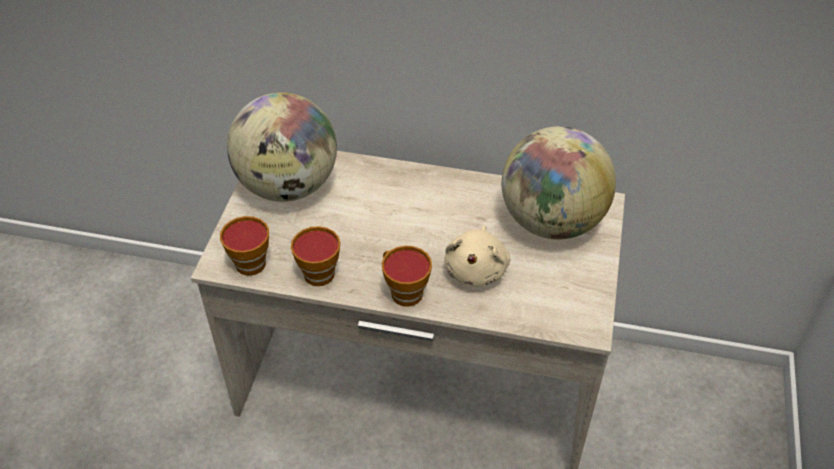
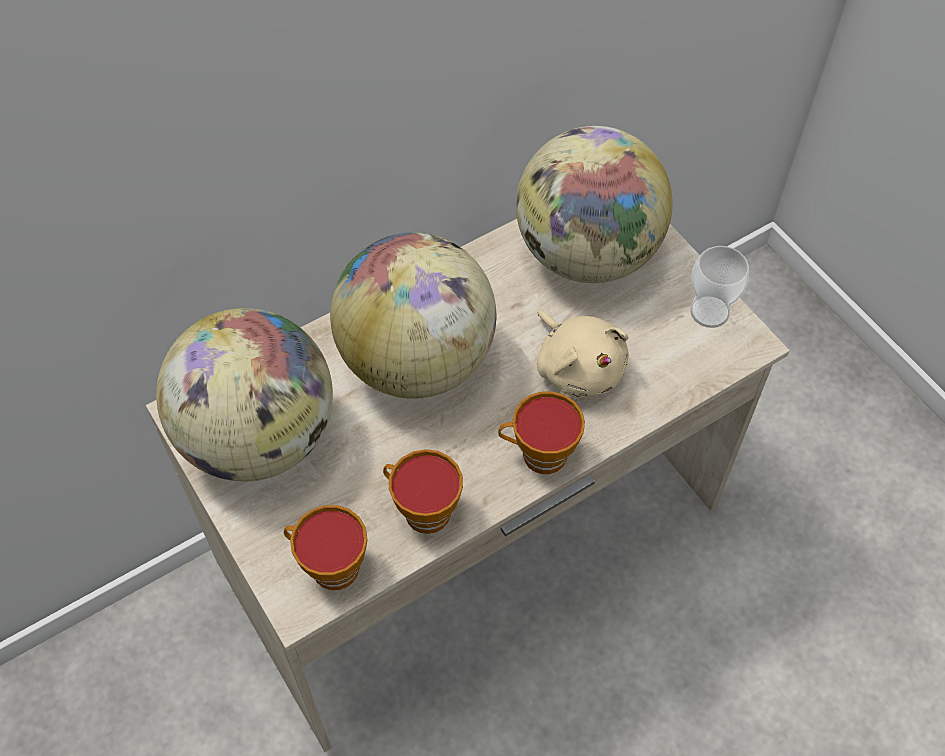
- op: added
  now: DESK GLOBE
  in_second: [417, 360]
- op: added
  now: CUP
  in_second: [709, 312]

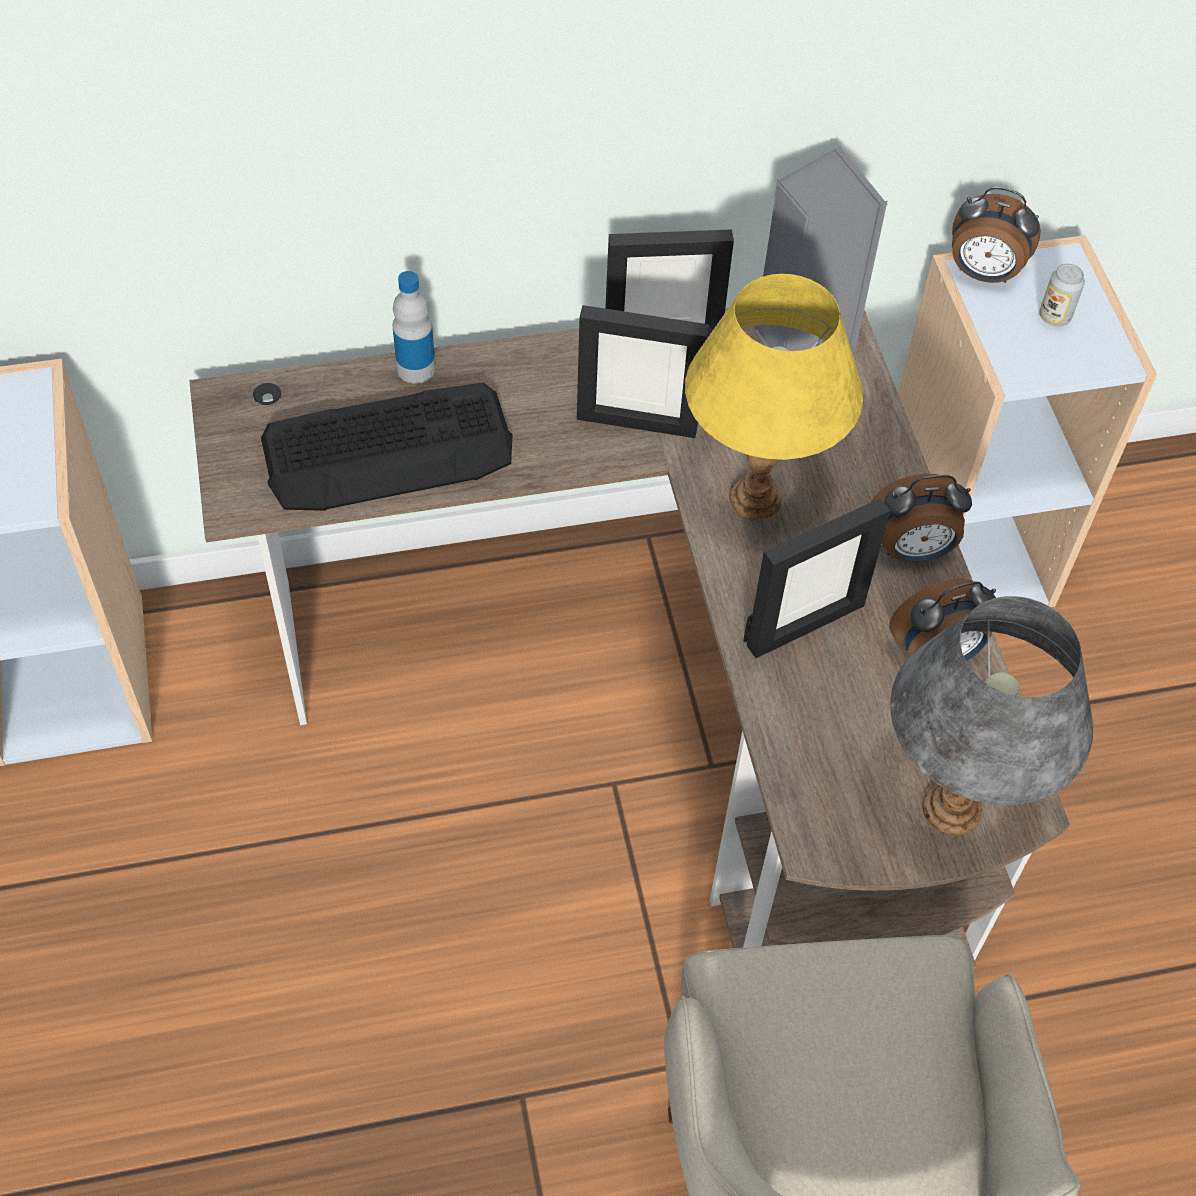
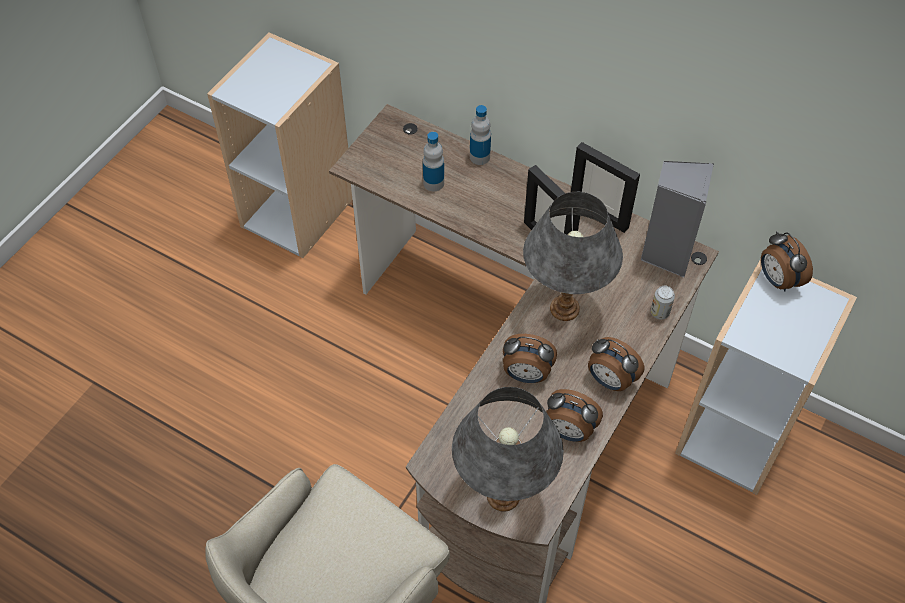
- op: replaced
  was: COMPUTER KEYBOARD
  now: BEVERAGE BOTTLE
  in_first: [389, 449]
  in_second: [433, 183]
- op: replaced
  was: PHOTO FRAME
  now: TABLE CLOCK
  in_first: [804, 623]
  in_second: [526, 375]
- op: recoloured
  was: YELLOW-COLOURED TABLE LAMP
  now: GREYISH TABLE LAMP
  in_first: [754, 498]
  in_second: [564, 308]
- op: moved
  was: CAN
  in_first: [1054, 317]
  in_second: [659, 312]

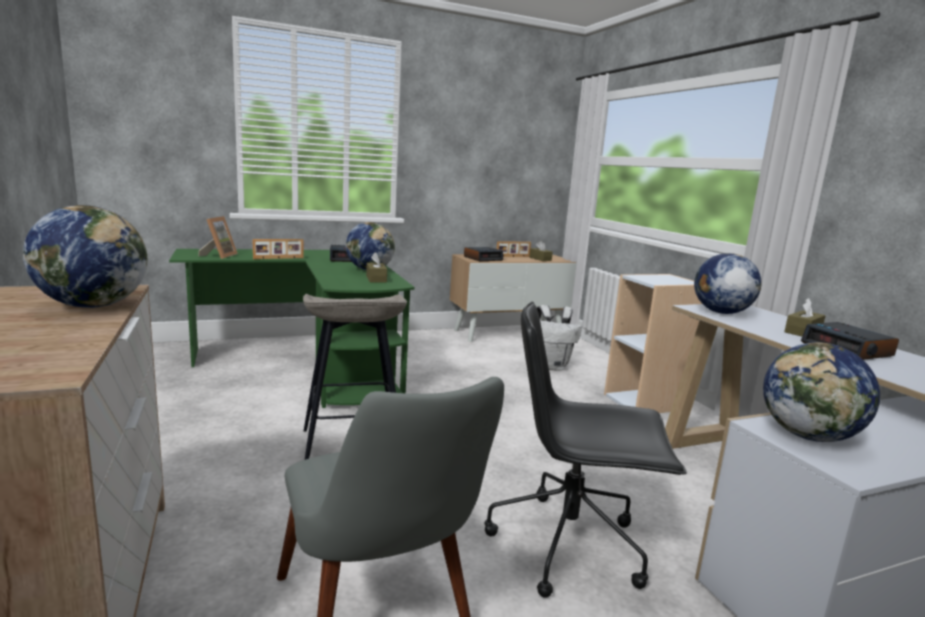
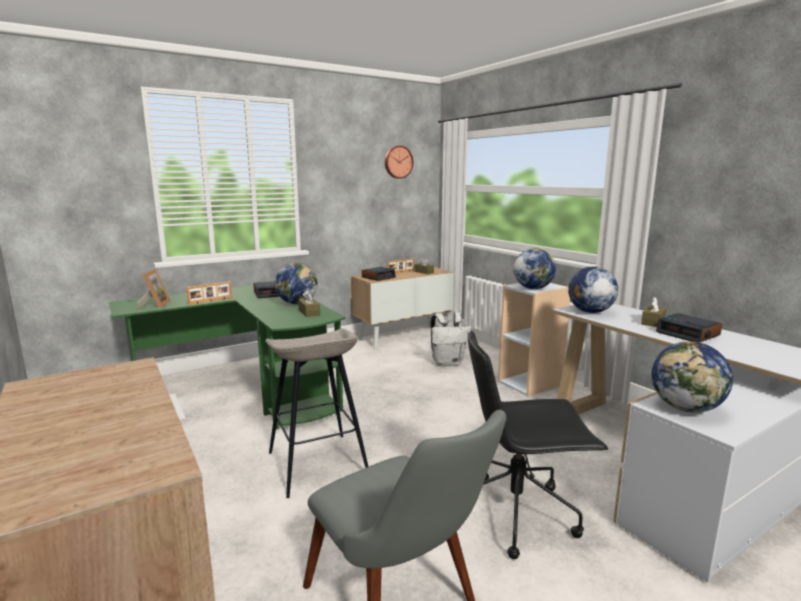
- op: added
  now: CLOCK ON THE WALL
  in_second: [398, 162]
- op: moved
  was: DESK GLOBE
  in_first: [94, 305]
  in_second: [533, 288]

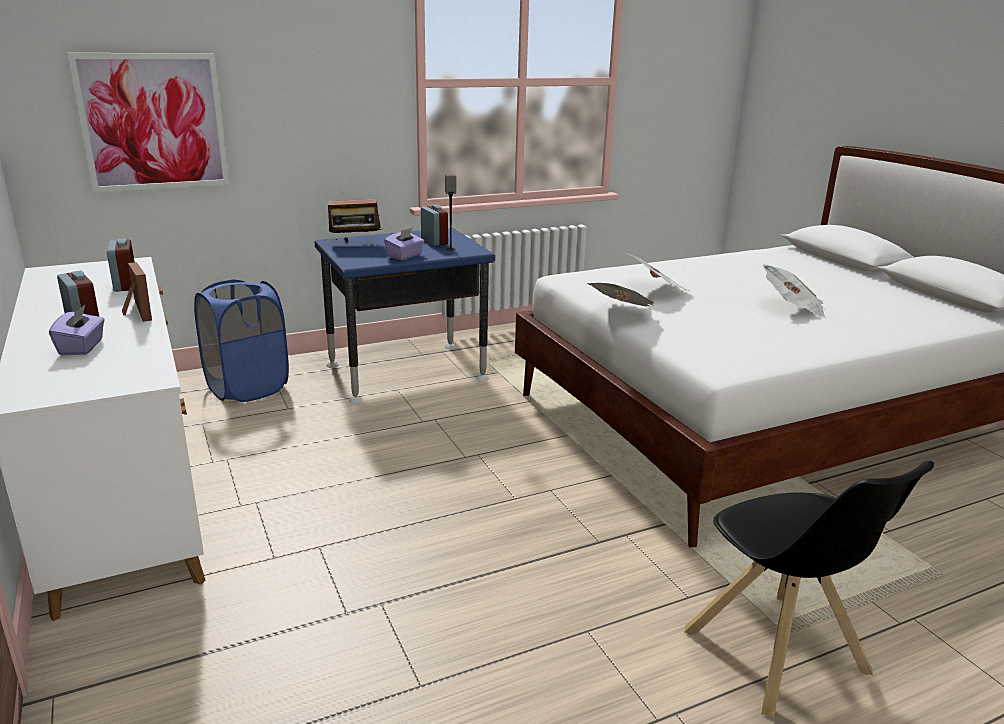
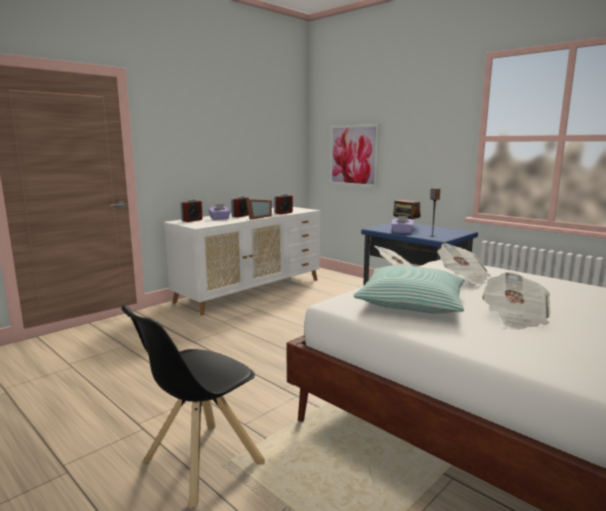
- op: moved
  was: TABLE CLOCK
  in_first: [434, 241]
  in_second: [192, 220]
- op: added
  now: CUSHION
  in_second: [411, 302]
- op: removed
  was: BLUISH LAUNDRY BASKET
  in_first: [247, 388]

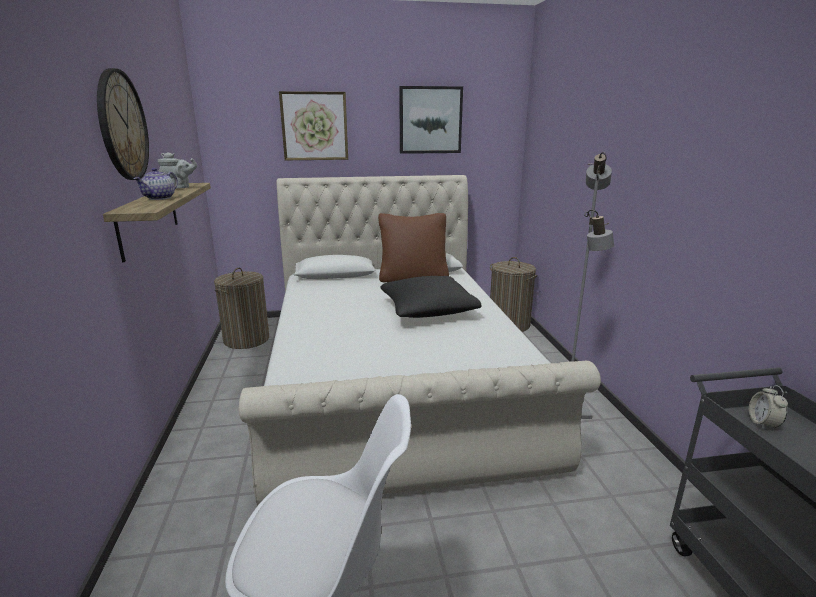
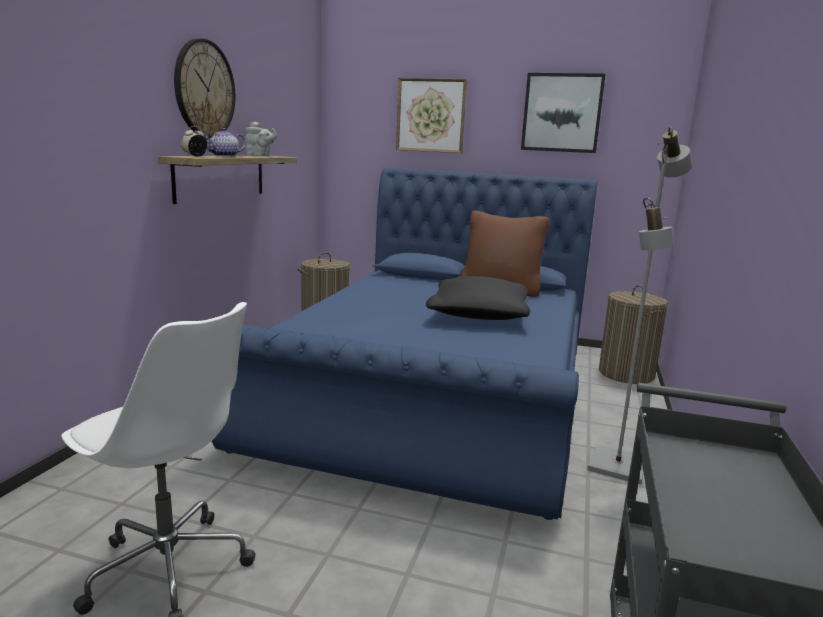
- op: moved
  was: TABLE CLOCK
  in_first: [763, 424]
  in_second: [195, 156]
- op: recoloured
  was: BEIGE-COLOURED SLEEPING BED
  now: BLUISH SLEEPING BED
  in_first: [393, 377]
  in_second: [437, 390]

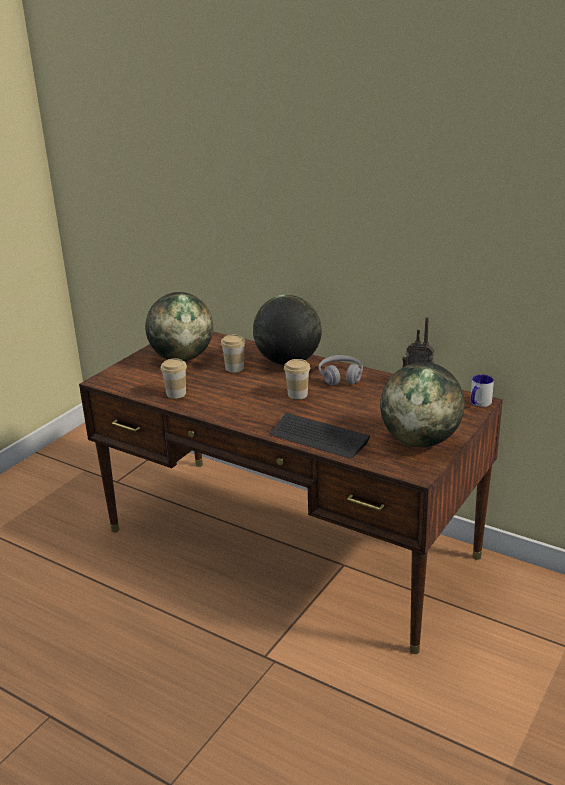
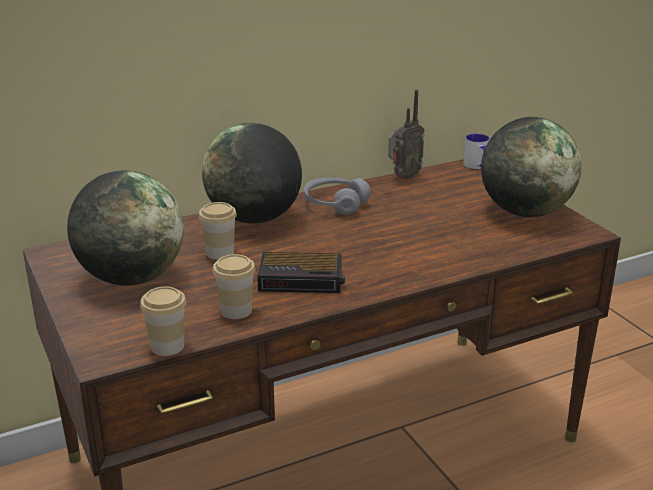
- op: moved
  was: CUP
  in_first: [297, 394]
  in_second: [167, 346]
- op: added
  now: TABLE CLOCK
  in_second: [302, 279]
- op: removed
  was: COMPUTER KEYBOARD
  in_first: [319, 437]

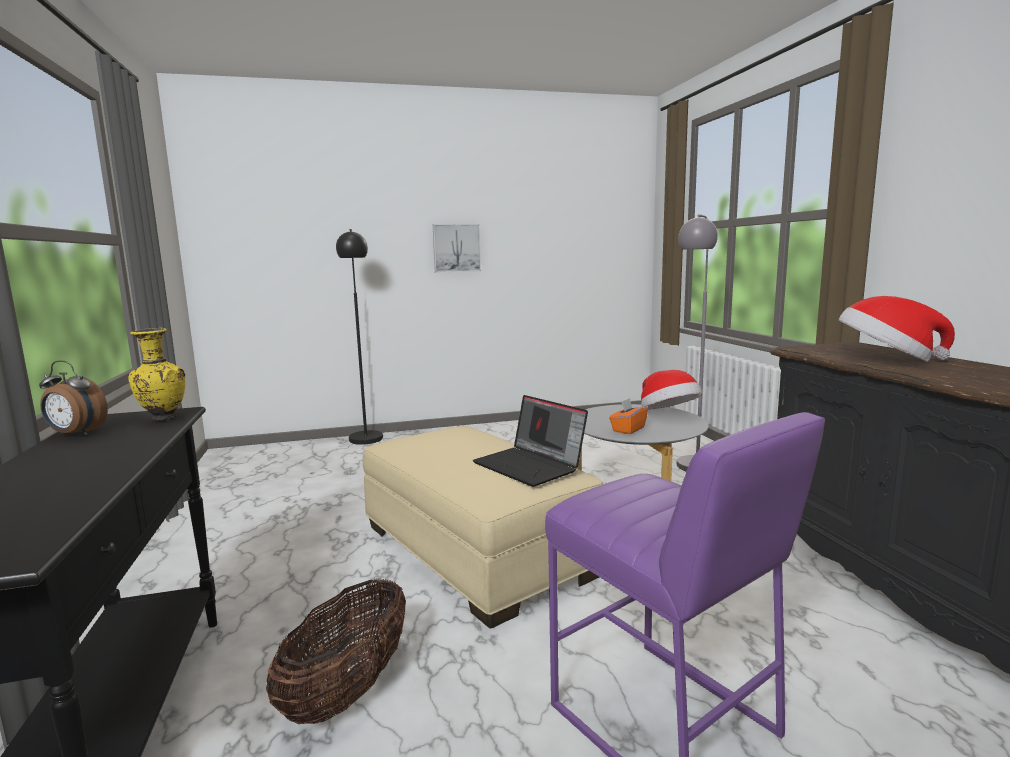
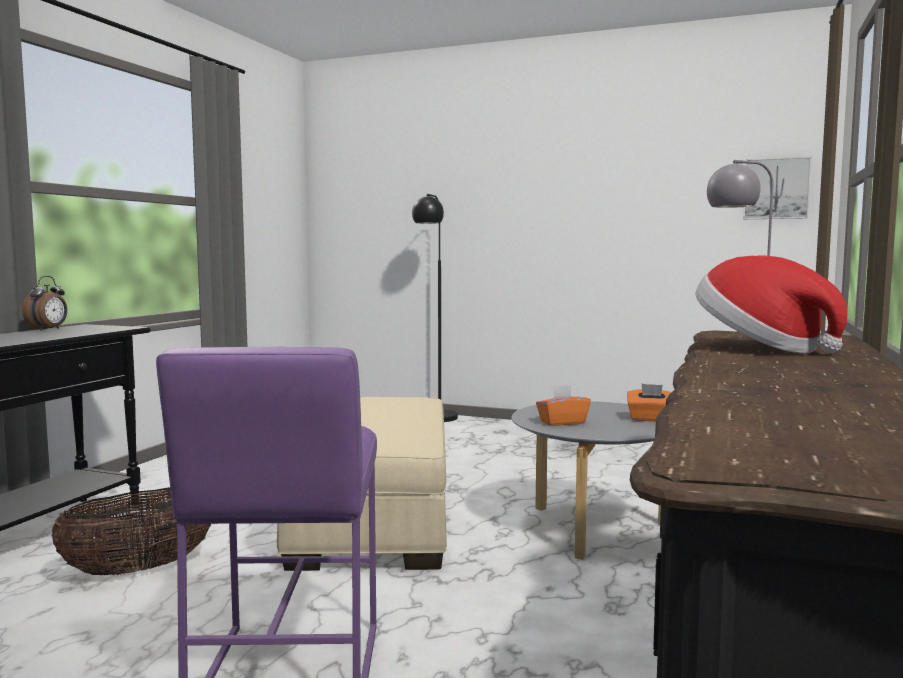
- op: turned
  was: TABLE CLOCK
  in_first: [76, 434]
  in_second: [48, 329]
  clockwise: -120
- op: replaced
  was: WEARABLE HAT
  now: ORANGE TISSUE HOLDER
  in_first: [668, 414]
  in_second: [650, 419]
- op: moved
  was: PICTURE
  in_first: [456, 248]
  in_second: [776, 188]
- op: removed
  was: YELLOW-COLOURED FLOWER VASE
  in_first: [162, 419]
- op: removed
  was: PORTABLE COMPUTER
  in_first: [531, 466]

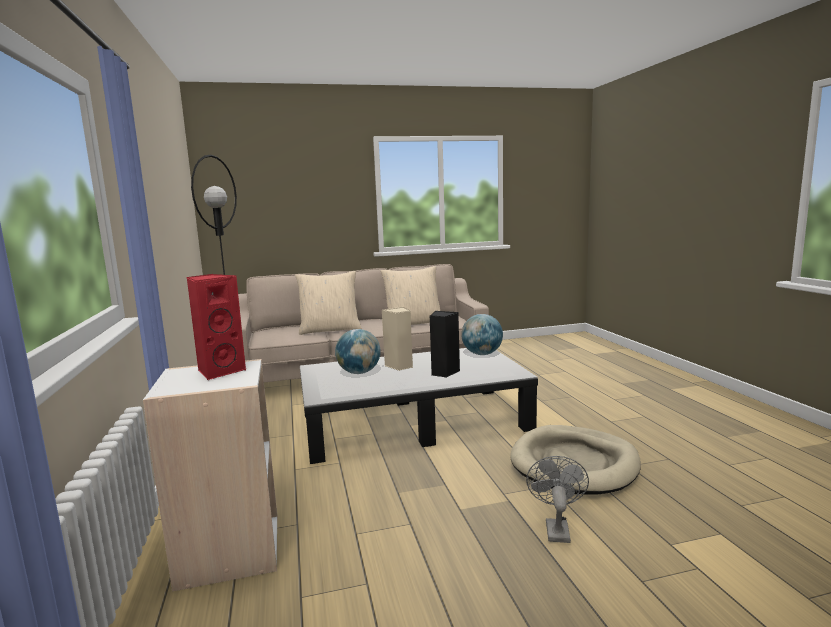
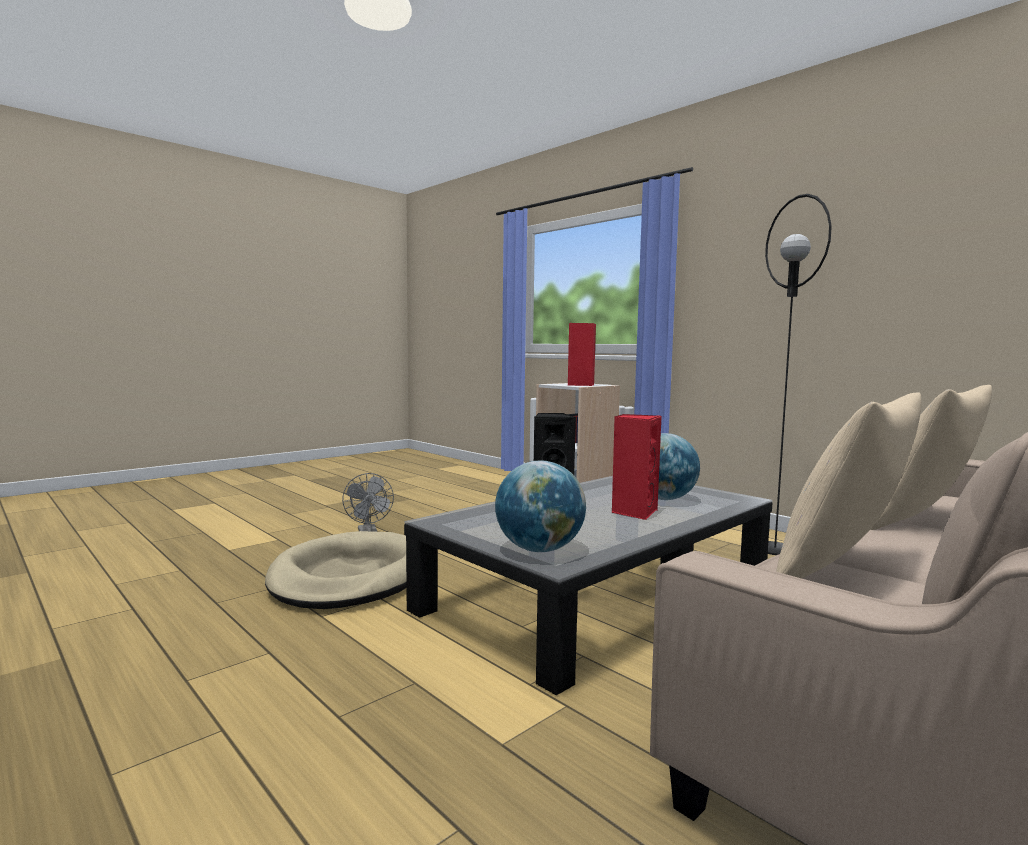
- op: recoloured
  was: BEIGE-COLOURED SPEAKER
  now: RED SPEAKER
  in_first: [399, 366]
  in_second: [634, 512]

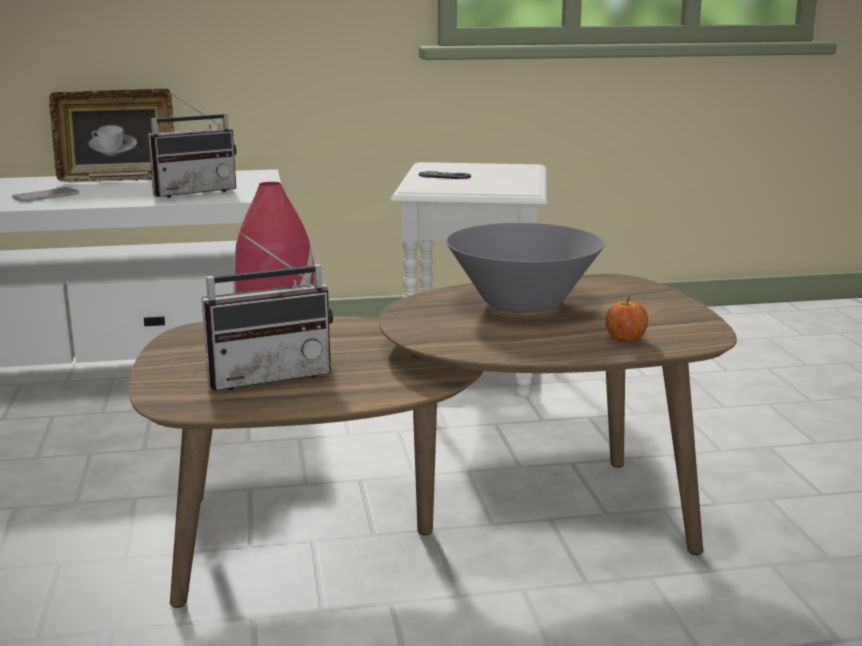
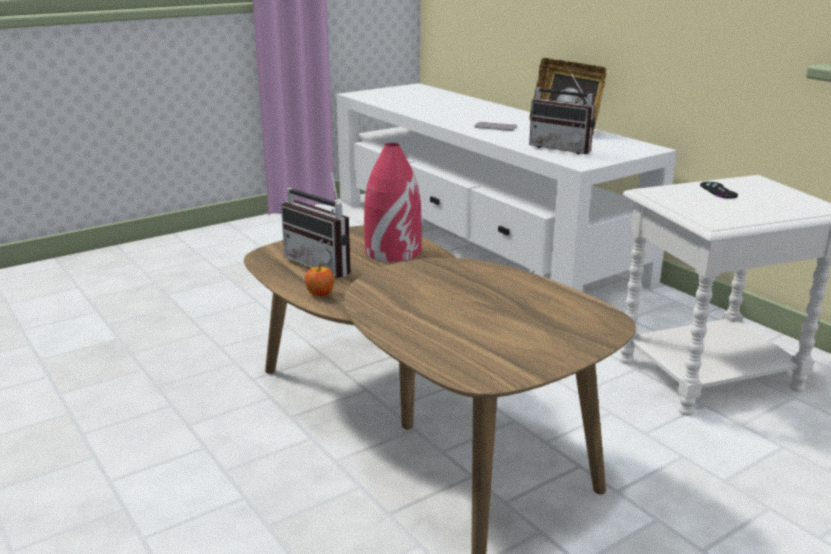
- op: moved
  was: APPLE
  in_first: [625, 338]
  in_second: [320, 293]
- op: removed
  was: GREYISH BOWL
  in_first: [523, 304]

